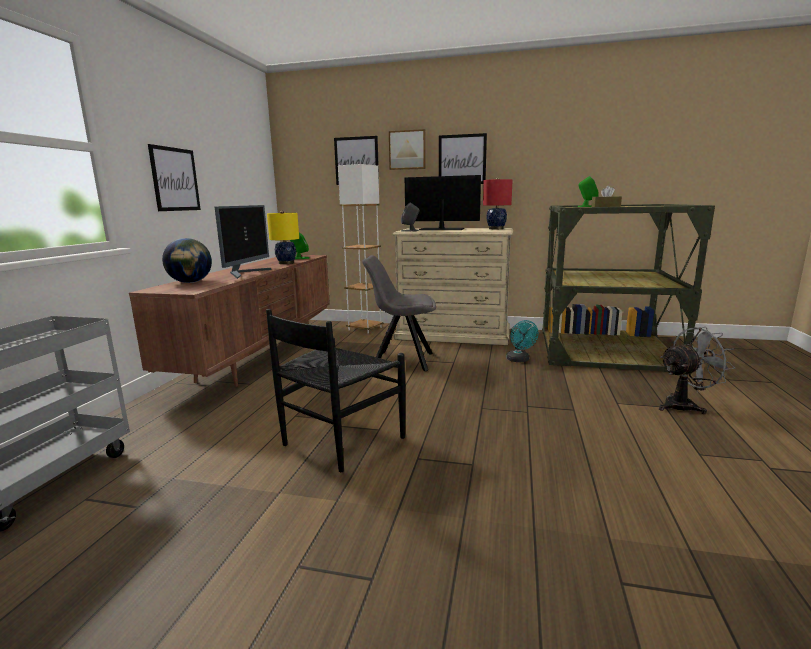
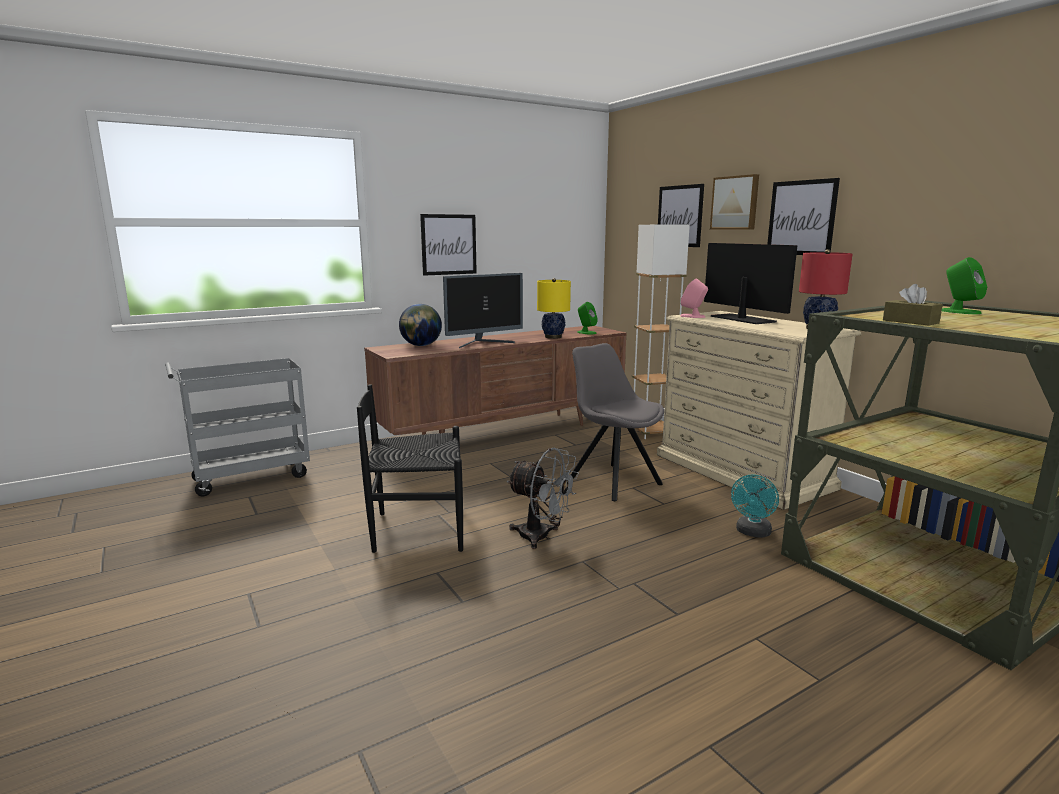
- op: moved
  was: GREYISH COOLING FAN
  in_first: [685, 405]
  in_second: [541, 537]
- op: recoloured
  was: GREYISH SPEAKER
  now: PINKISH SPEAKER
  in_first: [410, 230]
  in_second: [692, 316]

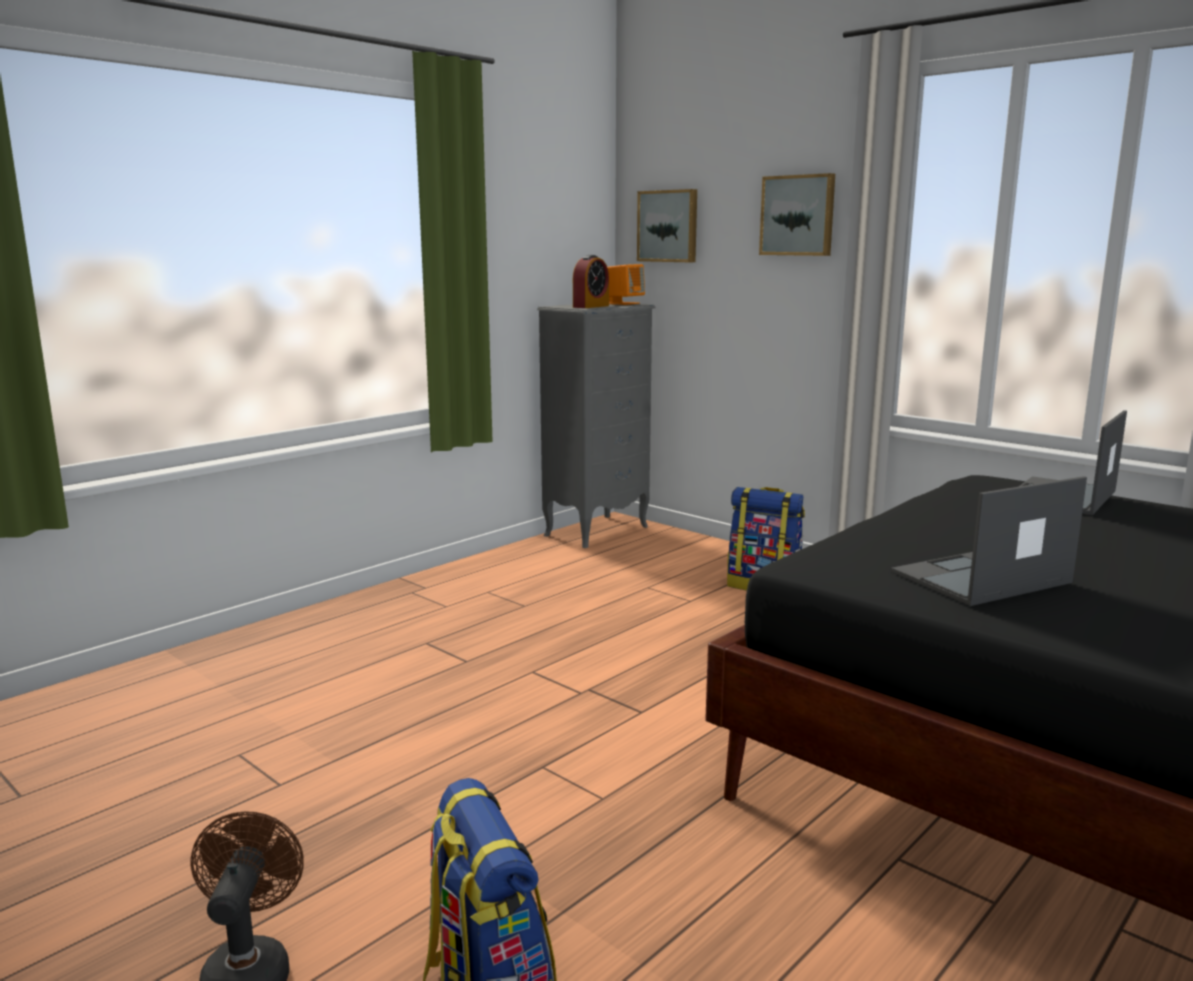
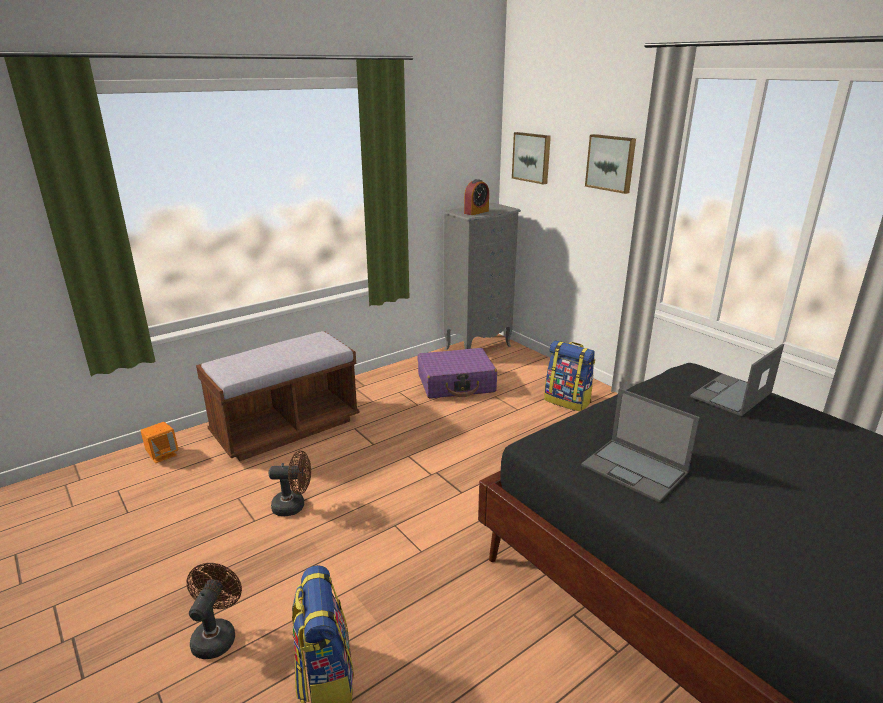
- op: moved
  was: ORANGE SPEAKER
  in_first: [623, 303]
  in_second: [162, 455]
- op: added
  now: BROWN-COLOURED BENCH
  in_second: [286, 428]
- op: added
  now: BROWN-COLOURED COOLING FAN
  in_second: [294, 506]
- op: added
  now: PURPLE PIECE OF LUGGAGE
  in_second: [456, 383]
- op: turned
  was: PORTABLE COMPUTER
  in_first: [979, 578]
  in_second: [635, 470]
  clockwise: -120

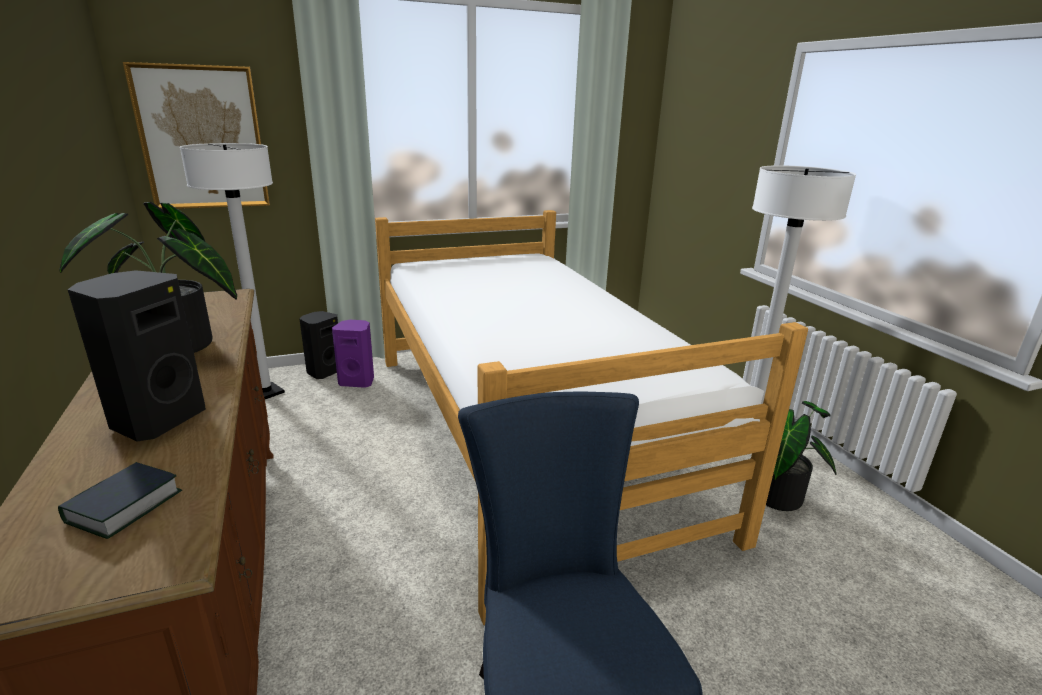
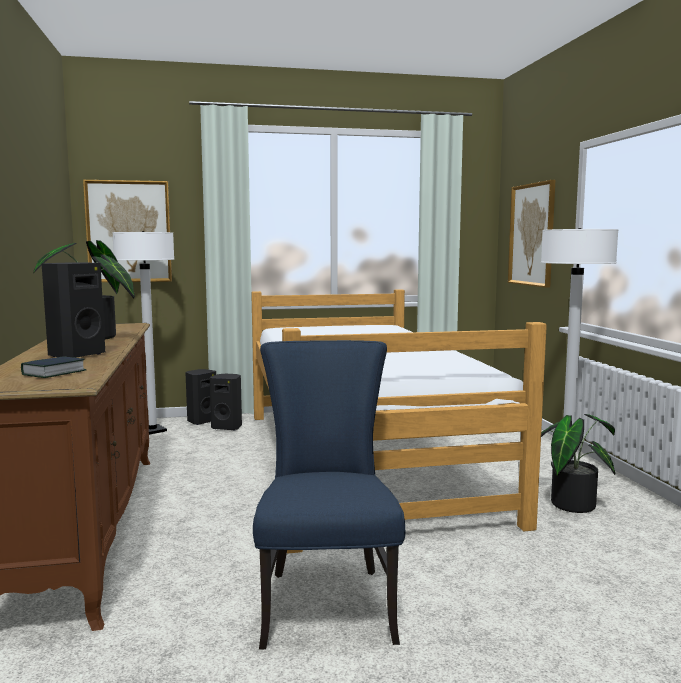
- op: recoloured
  was: PURPLE SPEAKER
  now: BLACK SPEAKER
  in_first: [357, 381]
  in_second: [227, 427]
- op: added
  now: PICTURE
  in_second: [532, 234]

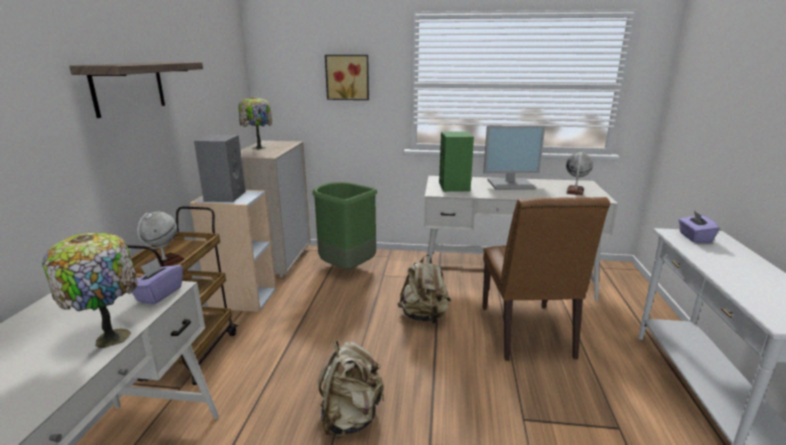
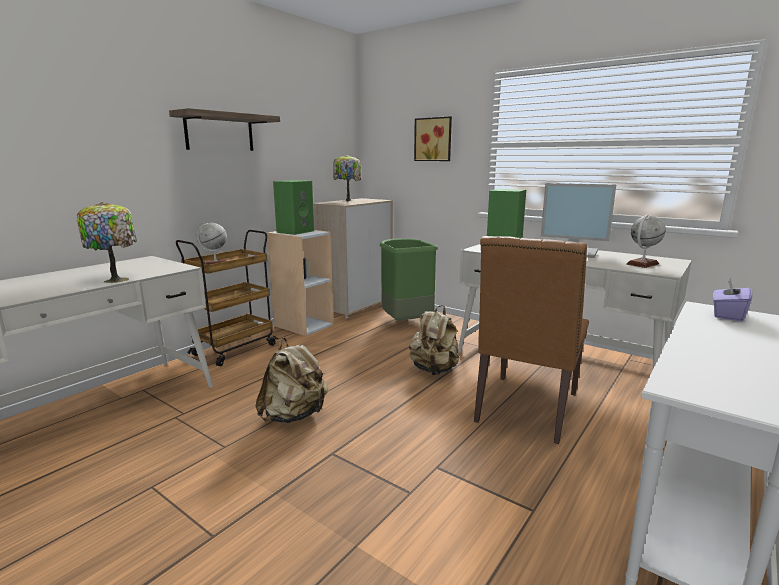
- op: recoloured
  was: GREYISH SPEAKER
  now: GREEN SPEAKER
  in_first: [224, 196]
  in_second: [295, 231]
- op: removed
  was: PURPLE TISSUE HOLDER
  in_first: [159, 294]

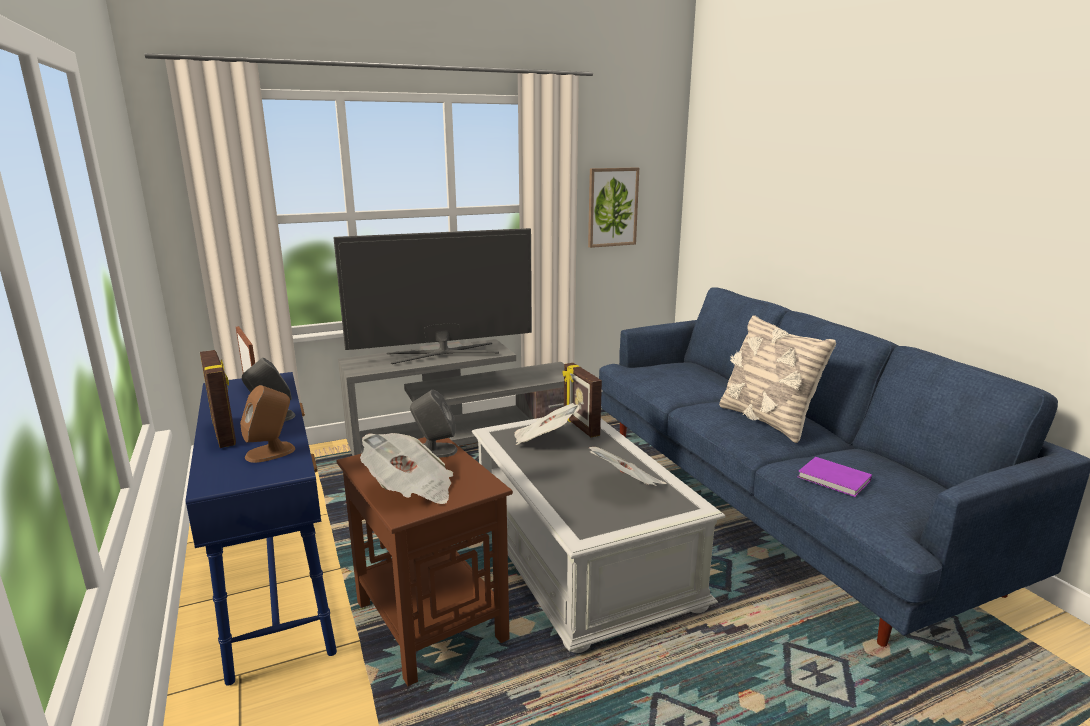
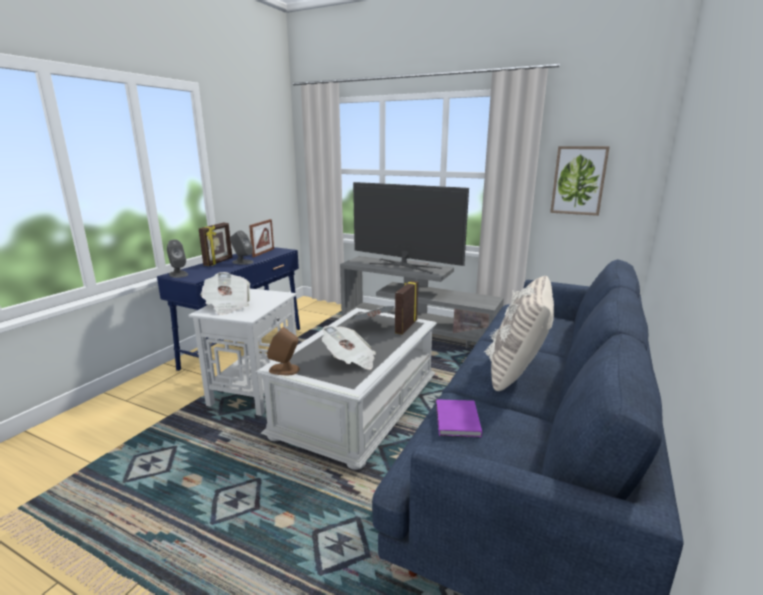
- op: moved
  was: GREYISH SPEAKER
  in_first: [435, 450]
  in_second: [178, 274]
- op: recoloured
  was: BROWN-COLOURED SIDE TABLE
  now: WHITE SIDE TABLE
  in_first: [429, 618]
  in_second: [256, 389]
- op: moved
  was: BROWN-COLOURED SPEAKER
  in_first: [271, 452]
  in_second: [284, 370]

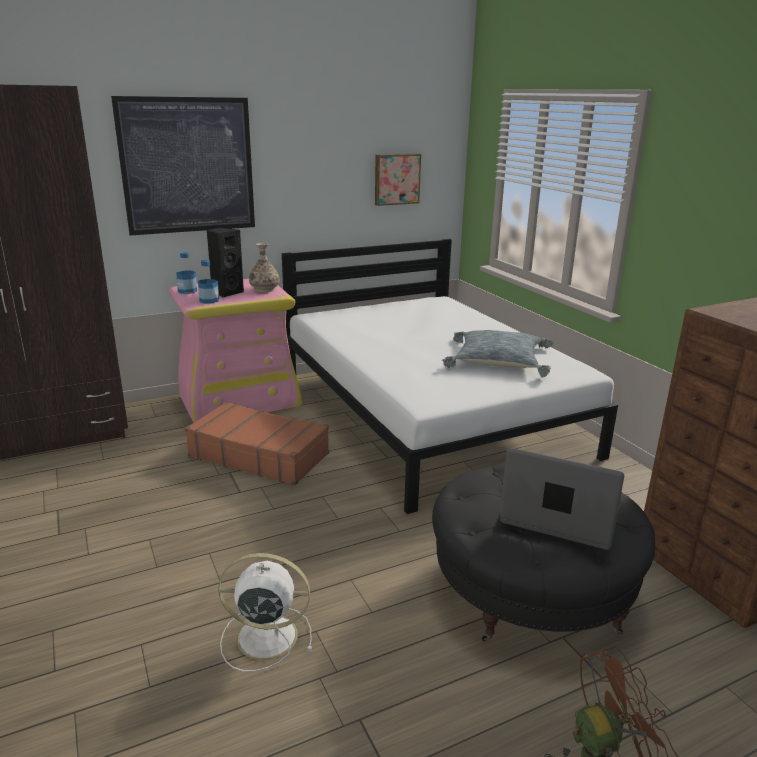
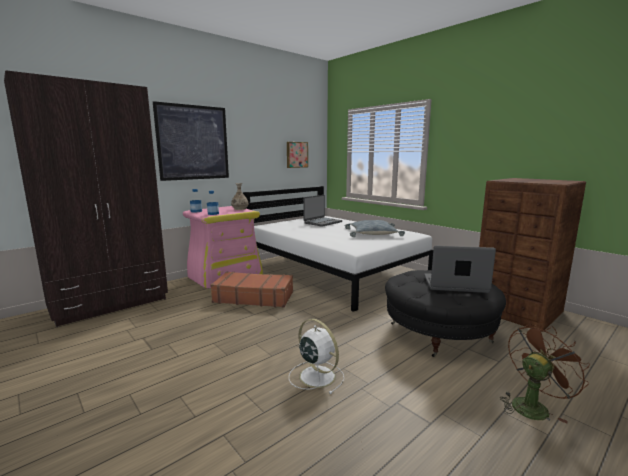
- op: turned
  was: WHITE COOLING FAN
  in_first: [264, 636]
  in_second: [316, 376]
  clockwise: 60
- op: added
  now: PORTABLE COMPUTER
  in_second: [322, 222]
- op: removed
  was: BLACK SPEAKER
  in_first: [226, 292]

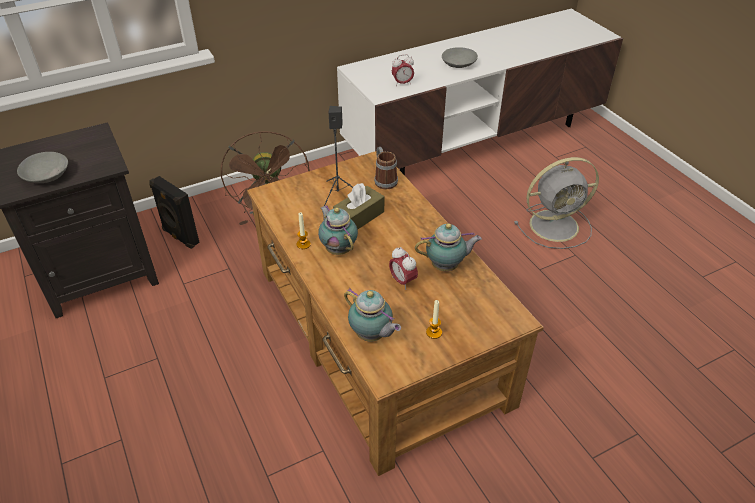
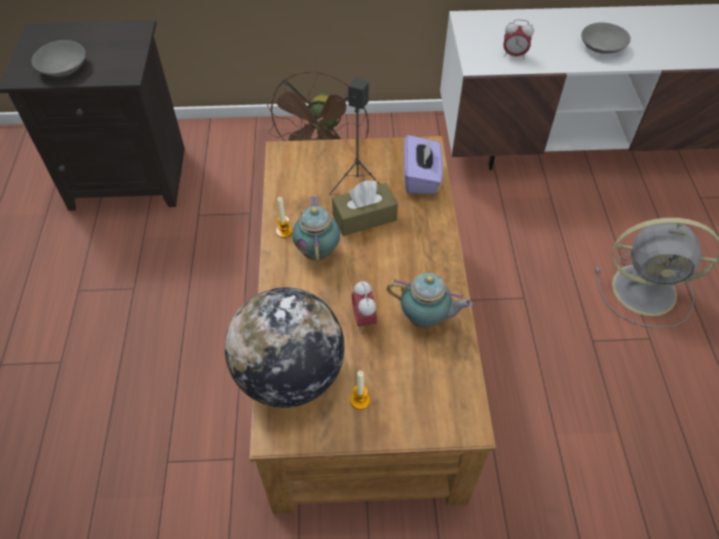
- op: replaced
  was: TEAPOT
  now: DESK GLOBE
  in_first: [372, 335]
  in_second: [289, 375]
- op: replaced
  was: COFFEE MUG
  now: PURPLE TISSUE HOLDER
  in_first: [384, 179]
  in_second: [421, 178]
- op: removed
  was: BLACK SPEAKER
  in_first: [180, 237]

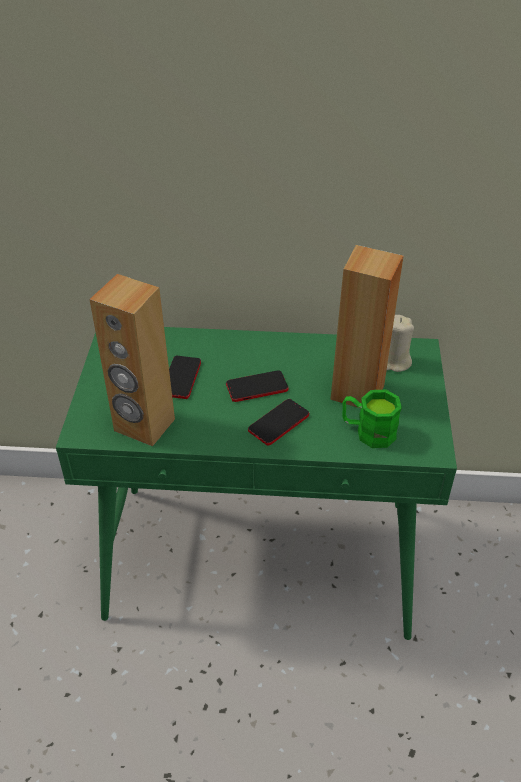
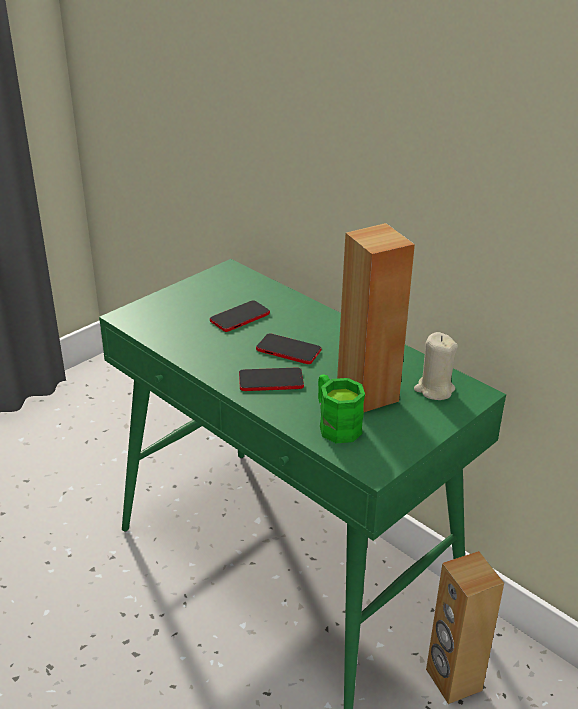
- op: moved
  was: BROWN-COLOURED SPEAKER
  in_first: [144, 425]
  in_second: [453, 680]

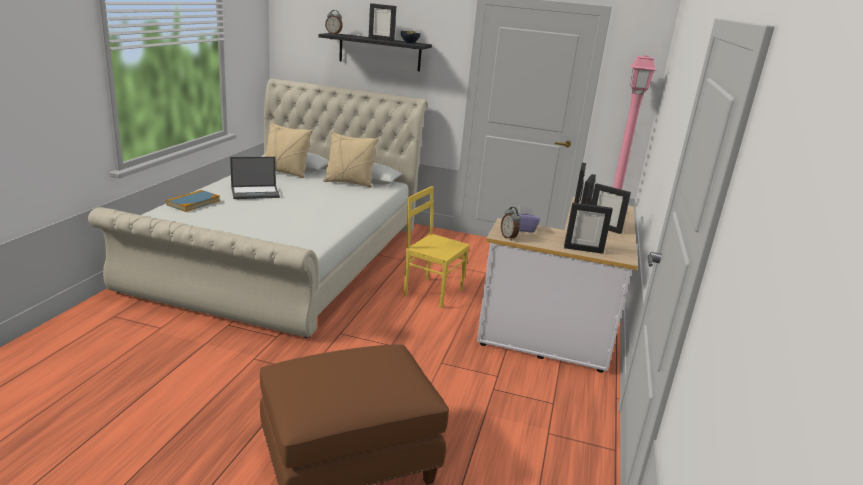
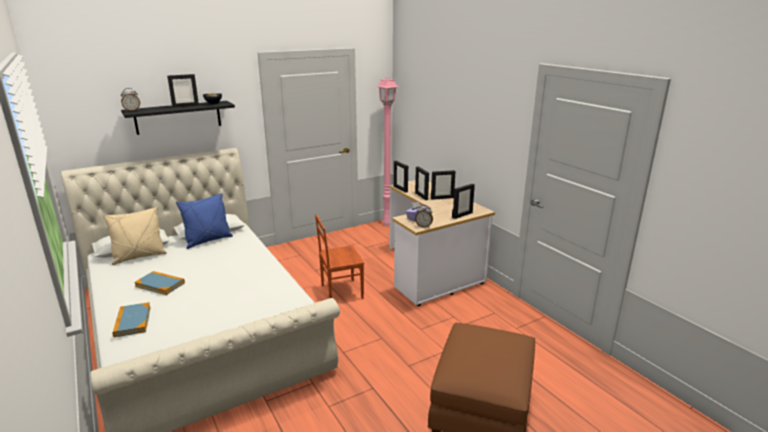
- op: replaced
  was: PORTABLE COMPUTER
  now: BOUND BOOK
  in_first: [256, 192]
  in_second: [160, 284]
- op: recoloured
  was: BEIGE-COLOURED CUSHION
  now: BLUISH CUSHION
  in_first: [349, 183]
  in_second: [208, 240]
- op: recoloured
  was: YELLOW-COLOURED PLAIN CHAIR
  now: BROWN-COLOURED PLAIN CHAIR
  in_first: [433, 292]
  in_second: [341, 291]

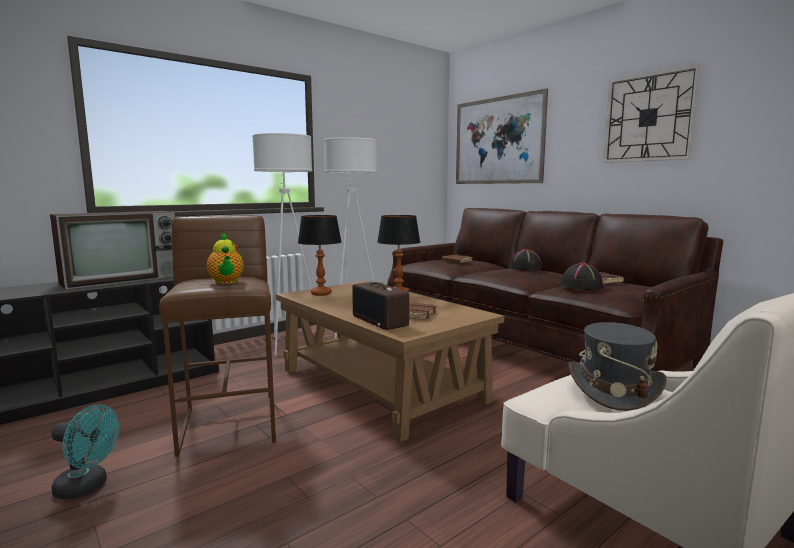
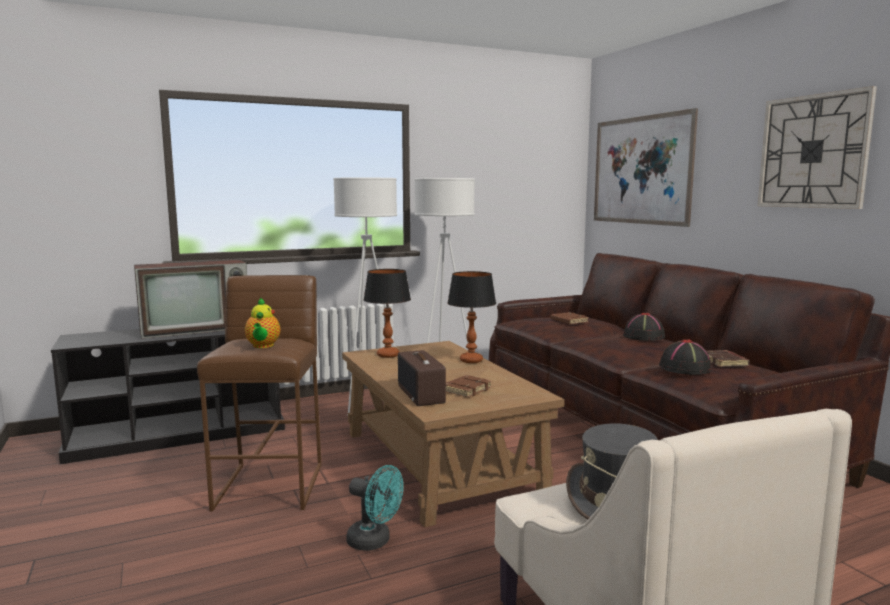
- op: moved
  was: TURQUOISE COOLING FAN
  in_first: [87, 487]
  in_second: [375, 541]

